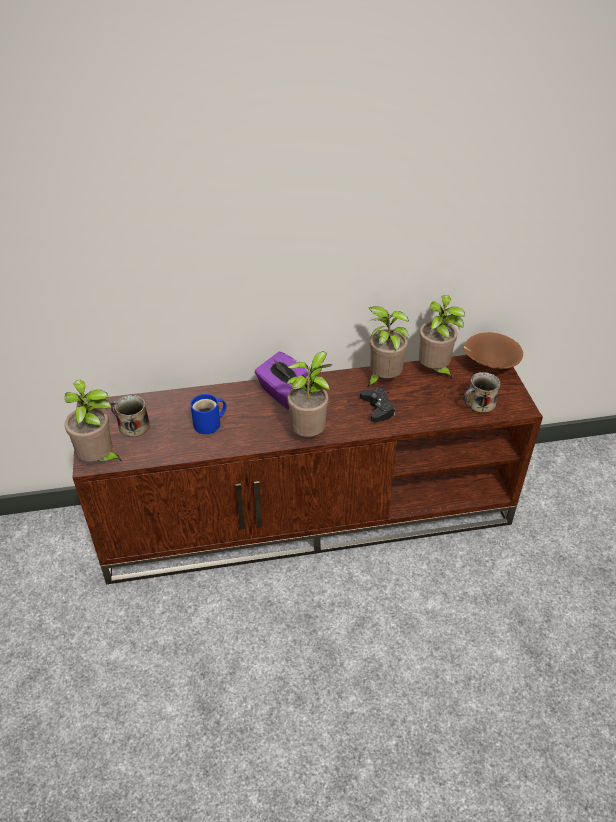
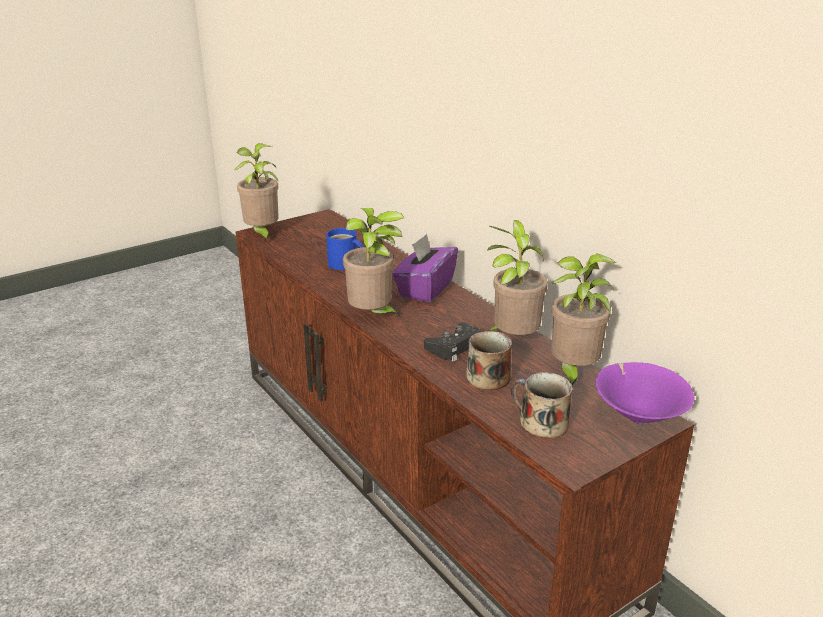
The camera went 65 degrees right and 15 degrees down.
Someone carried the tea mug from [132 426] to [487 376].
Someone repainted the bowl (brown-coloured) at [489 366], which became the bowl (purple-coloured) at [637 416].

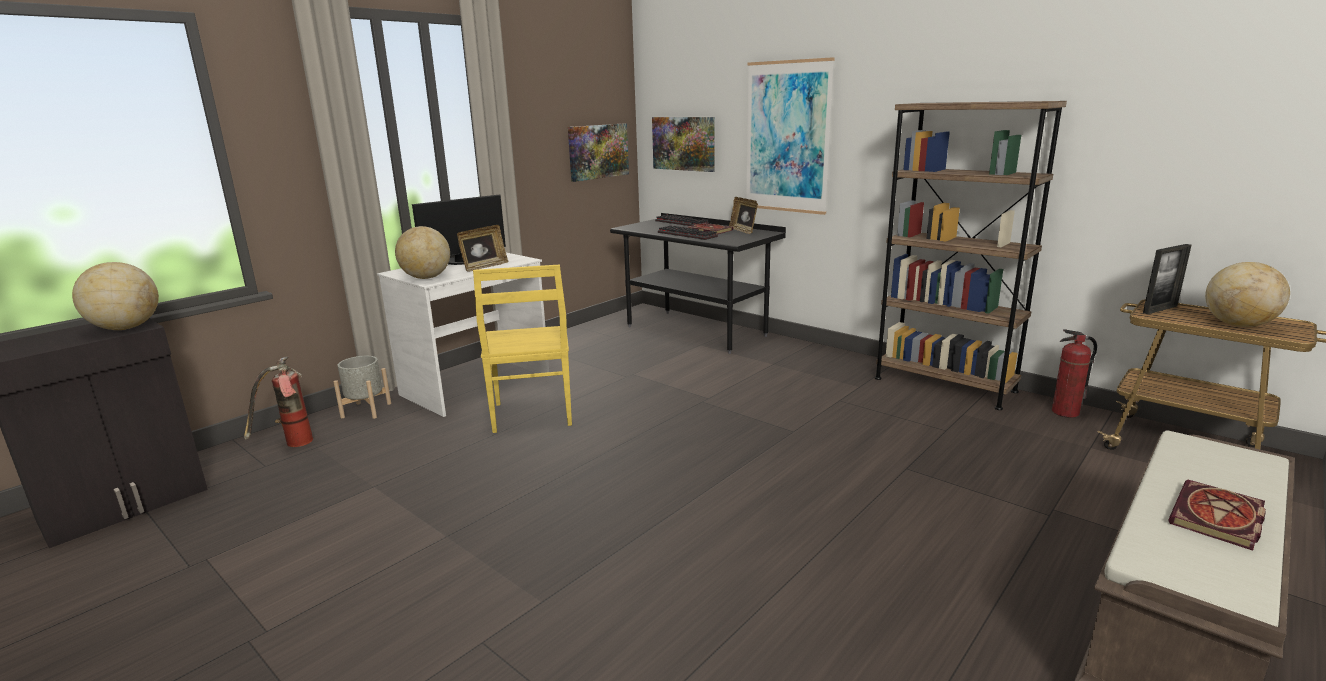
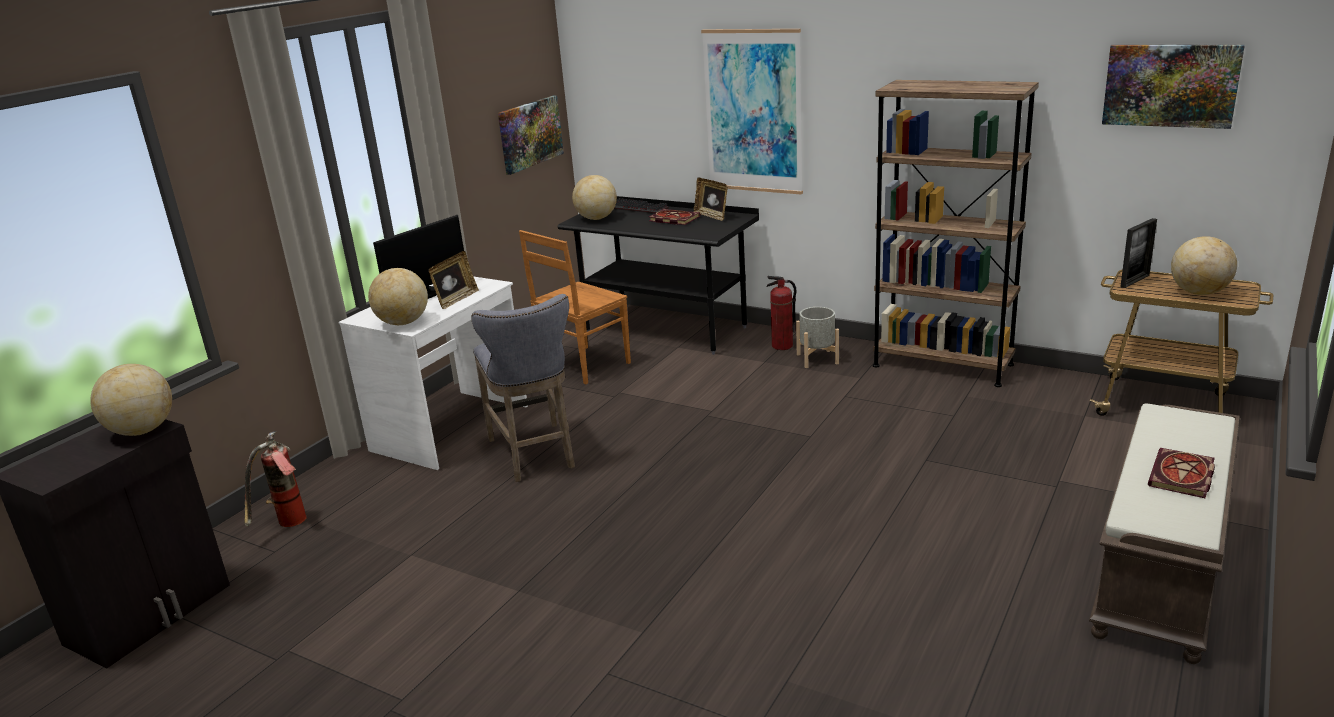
The camera went 10 degrees left and 5 degrees up.
Someone carried the planter (gray) from [366 410] to [817 359].
Someone swapped the plain chair (yellow-coloured) at [532 415] for the stool (gray) at [534 455].
Someone carried the wall picture from [684 143] to [1170 85].
Someone took away the PC keyboard at [688 234].
Someone carried the fire-fighting cylinder from [1065 412] to [782 346].
Someone put down the plain chair (brown-coloured) at [583 366].
Someone put down the globe at [596 218].

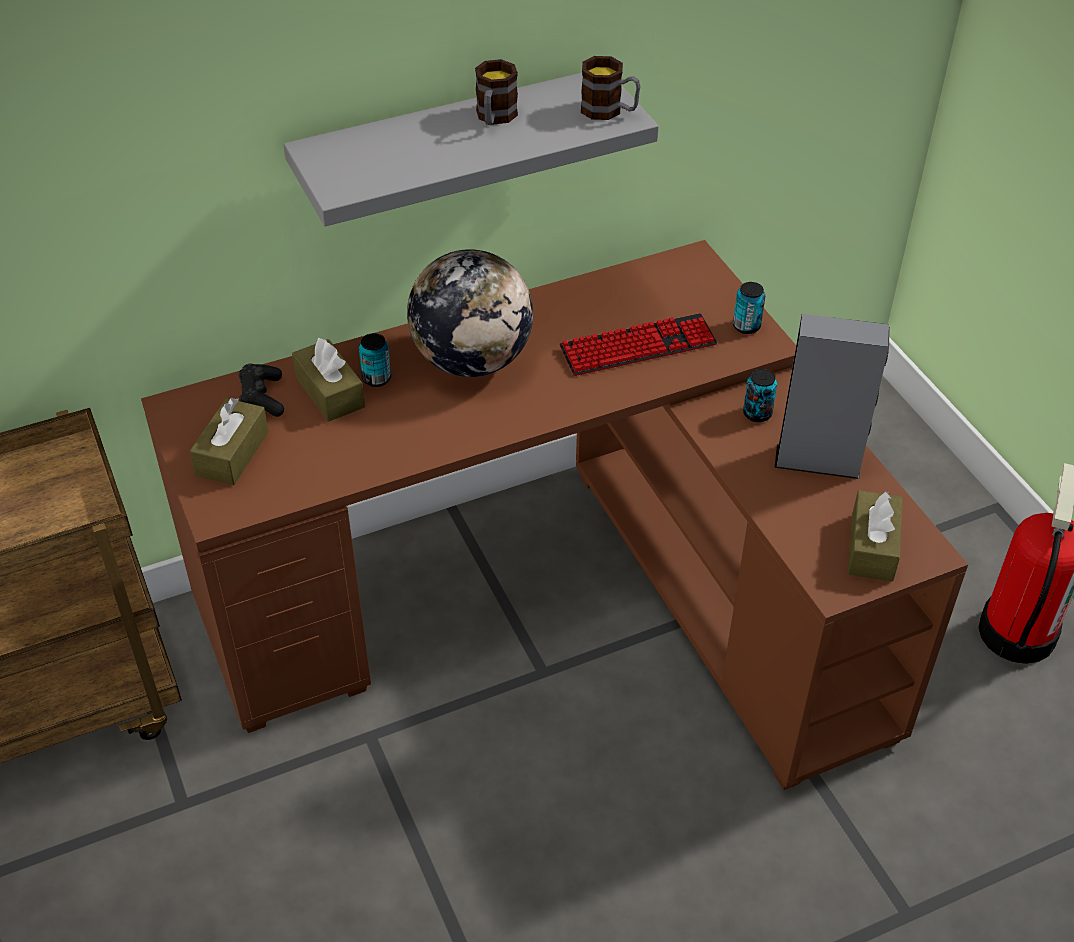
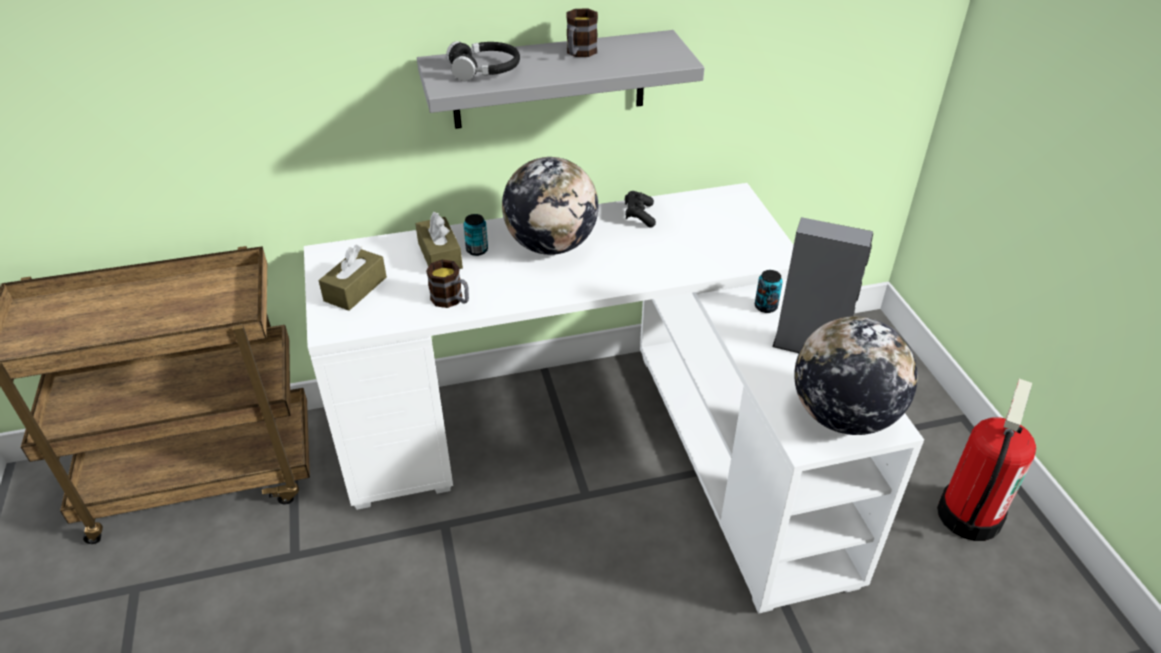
The camera went 10 degrees right and 5 degrees down.
Someone repainted the desk (brown-coloured) at [559 599], which became the desk (white) at [609 443].
Someone carried the gamepad (blackish) from [262 398] to [639 216].
Someone took away the PC keyboard at [638 347].
Someone carried the tea mug from [609 111] to [451 300].
Someone took away the metal can at [746 326].
Someone swapped the box of tissues (brown-coloured) at [872 547] for the globe at [843 416].
Someone put down the headset (blackish) at [485 70].

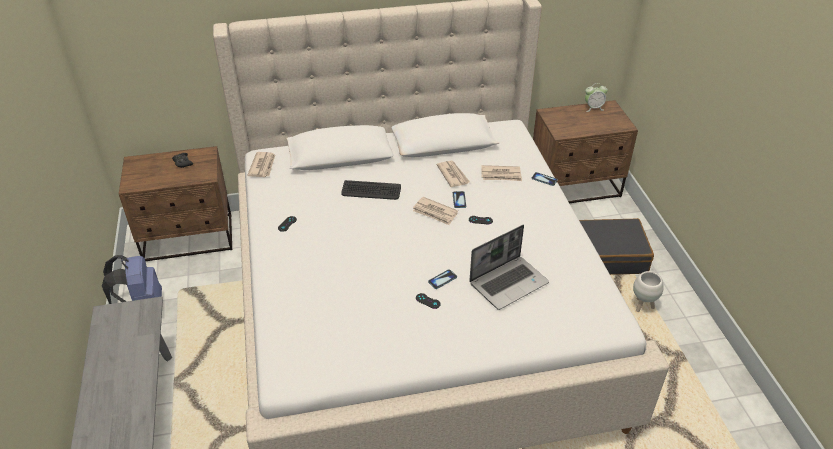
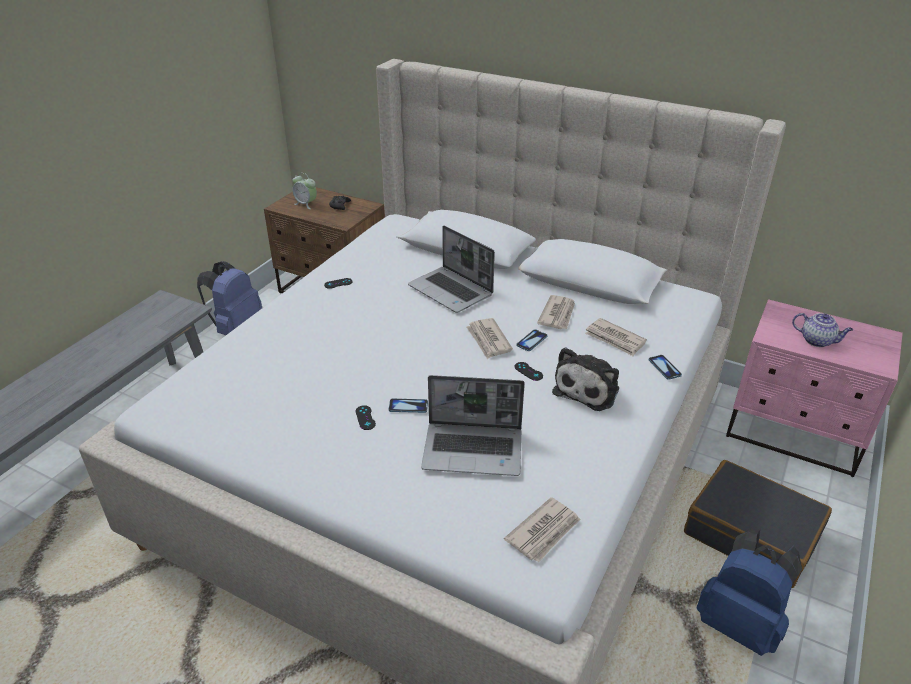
The camera went 40 degrees right and 5 degrees down.
Someone carried the daily paper from [263 166] to [544 532].
Someone swapped the PC keyboard at [371 191] for the notebook computer at [451 291].
Someone repainted the night table (brown-coloured) at [575 187], which became the night table (pinkish) at [794 434].
Someone carried the table clock from [593 108] to [306 204].
Someone swapped the planter (white) at [642 306] for the rucksack (blue-coloured) at [739 624].
Someone put down the plush toy at [588 389].
Someone put down the pot for tea at [817 341].

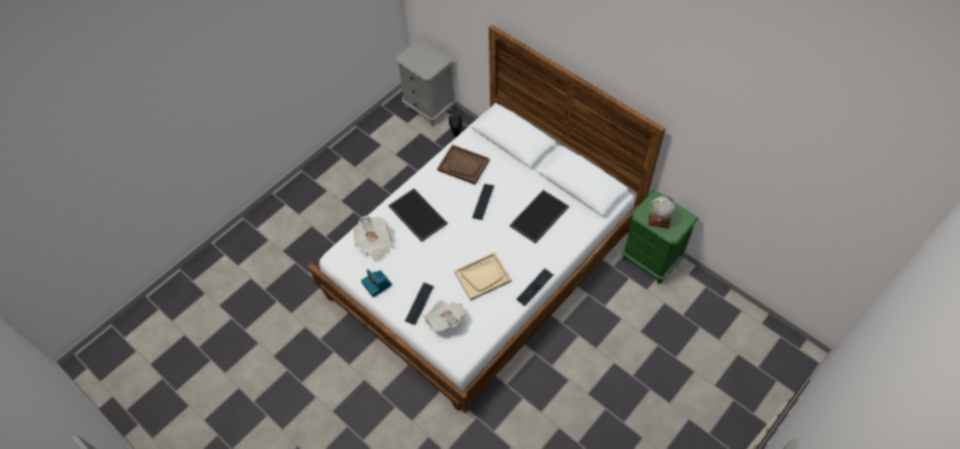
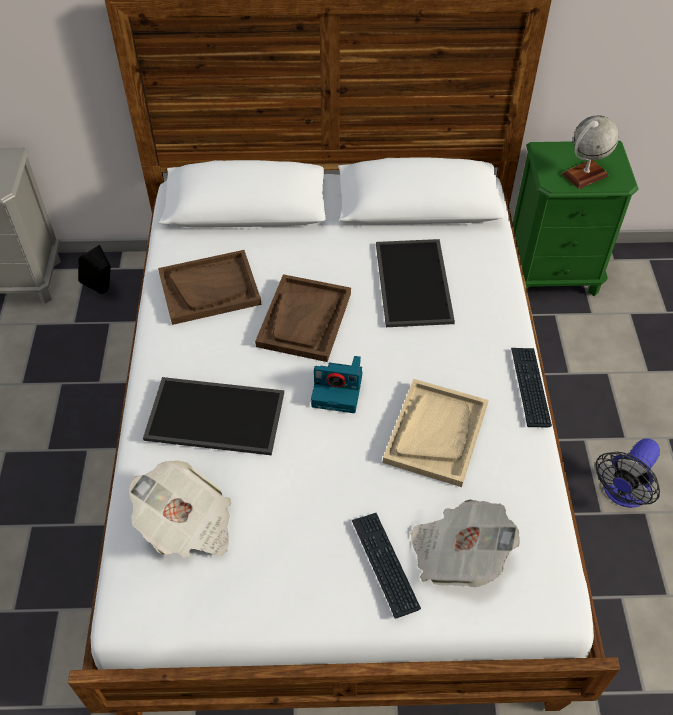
The camera went 45 degrees left and 5 degrees down.
Someone carried the still camera from [377 284] to [338 390].
Someone swapped the PC keyboard at [483 202] for the tray (brown-coloured) at [304 320].
Someone put down the fan at [622 493].

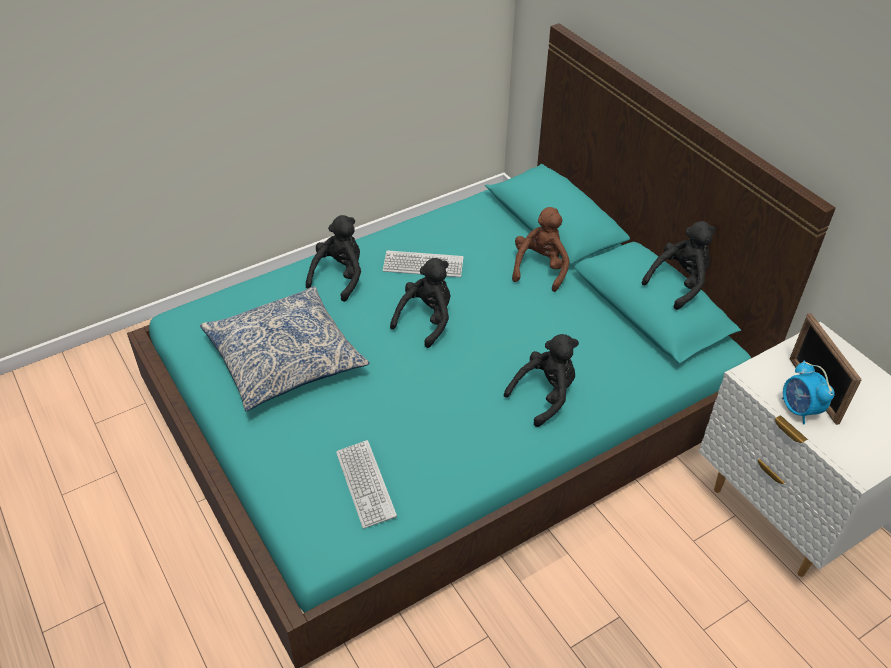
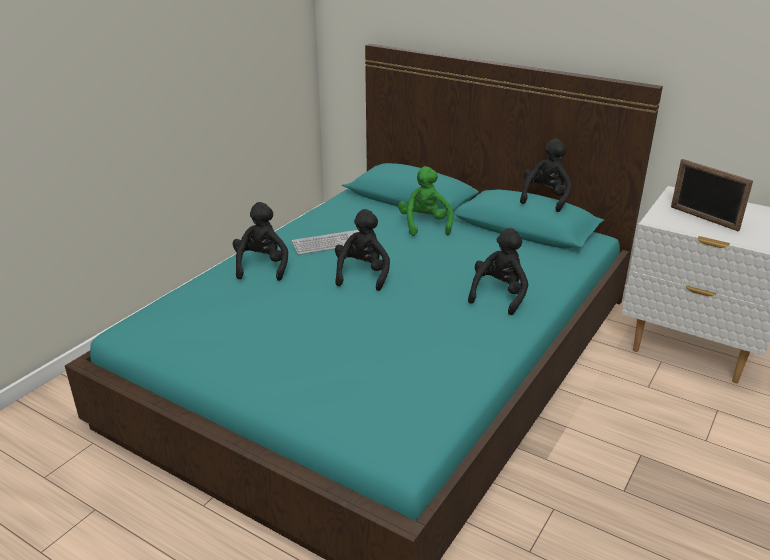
The camera went 25 degrees left and 15 degrees down.
Someone took away the cushion at [285 358].
Someone took away the PC keyboard at [365 484].
Someone repainted the plush toy (brown-coloured) at [540 268], which became the plush toy (green-coloured) at [425 225].
Someone took away the table clock at [799 410].

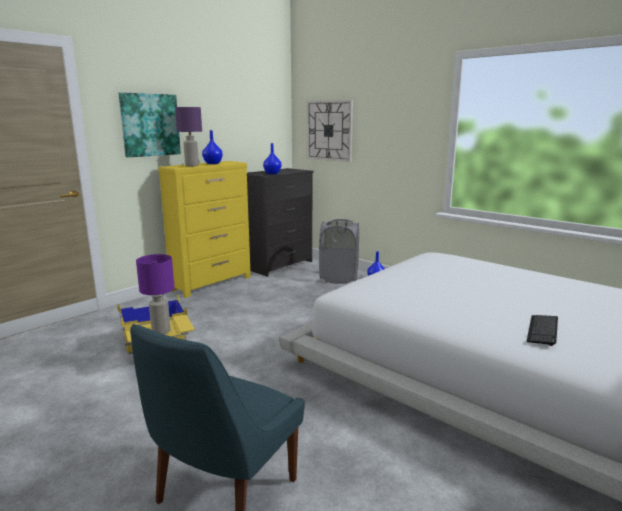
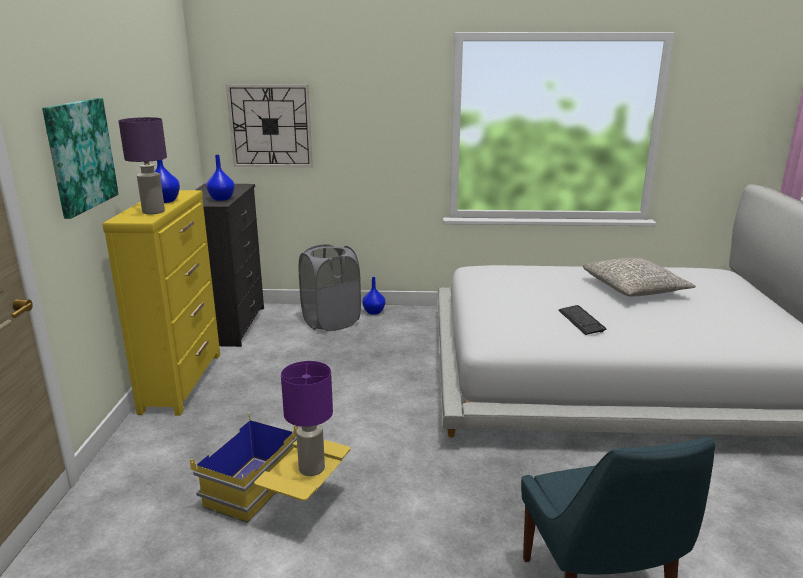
The camera went 40 degrees left and 5 degrees up.
Someone carried the PC keyboard from [542 330] to [581 321].
Someone put down the cushion (gray) at [634 289].

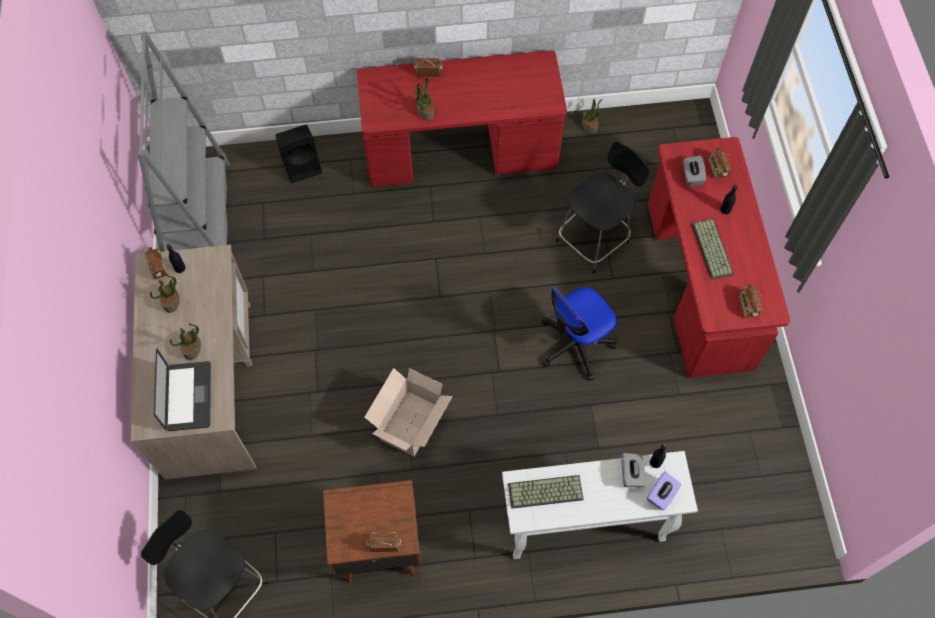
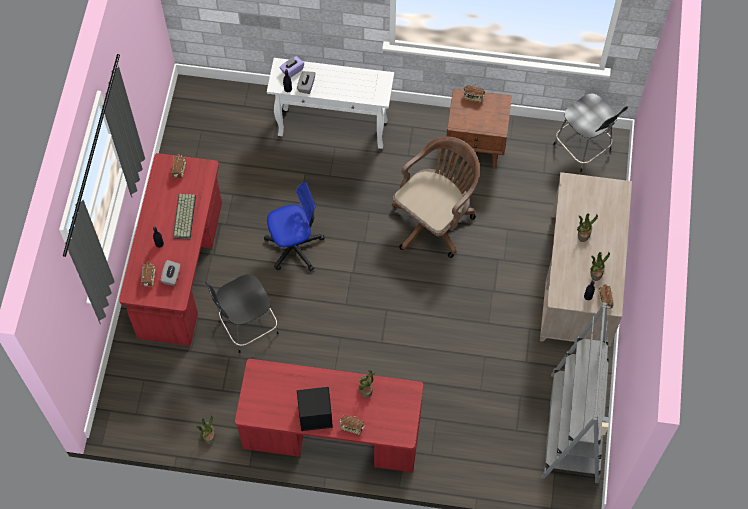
The camera went 165 degrees left and 0 degrees up.
Someone took away the notebook computer at [188 396].
Someone carried the audio speaker (blackish) from [302 165] to [314 415].
Someone swapped the cardboard box at [409 425] for the office chair (brown-coloured) at [435 219].
Someone took away the PC keyboard at [544 493].

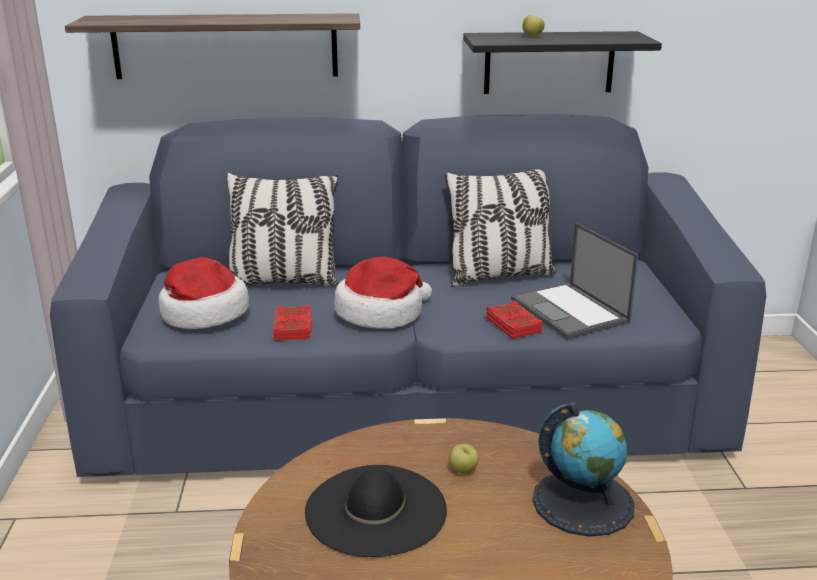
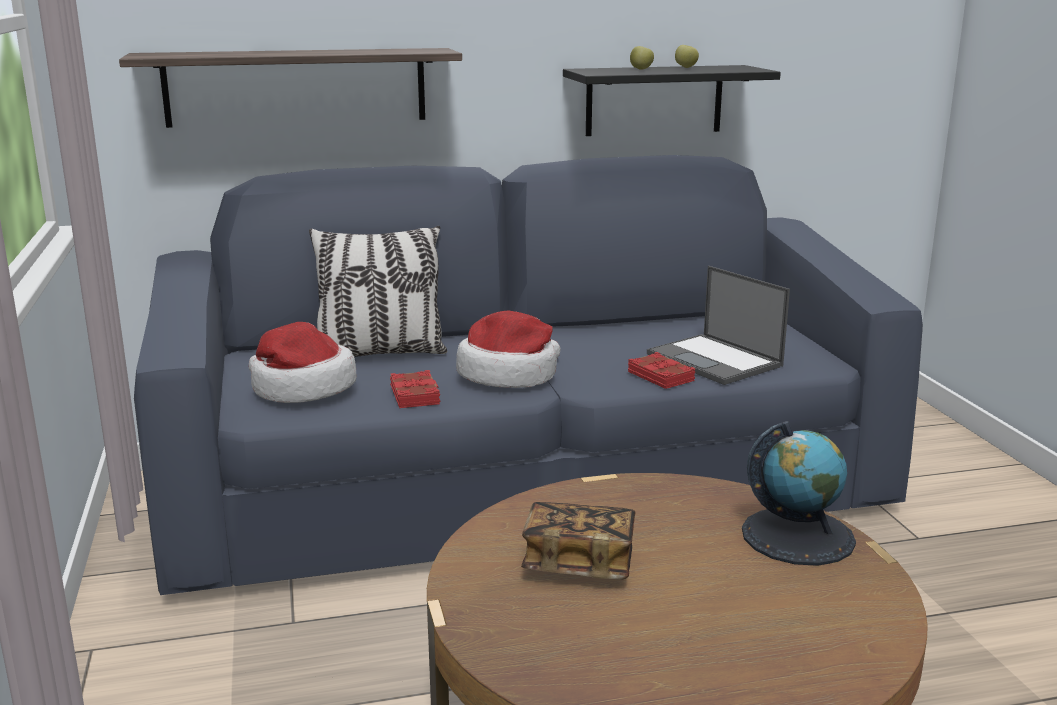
The camera went 10 degrees left and 5 degrees down.
Someone swapped the hat (blackish) at [376 510] for the volume at [579 563].
Someone took away the cushion at [499 276].
Someone carried the apple fruit from [463 470] to [686 68].

